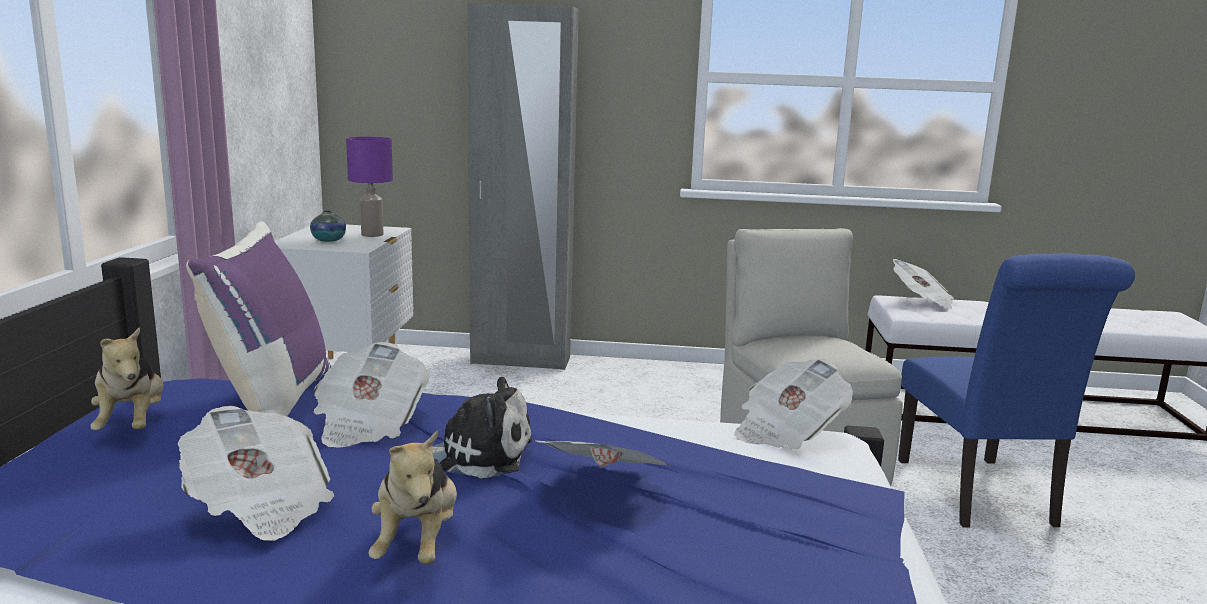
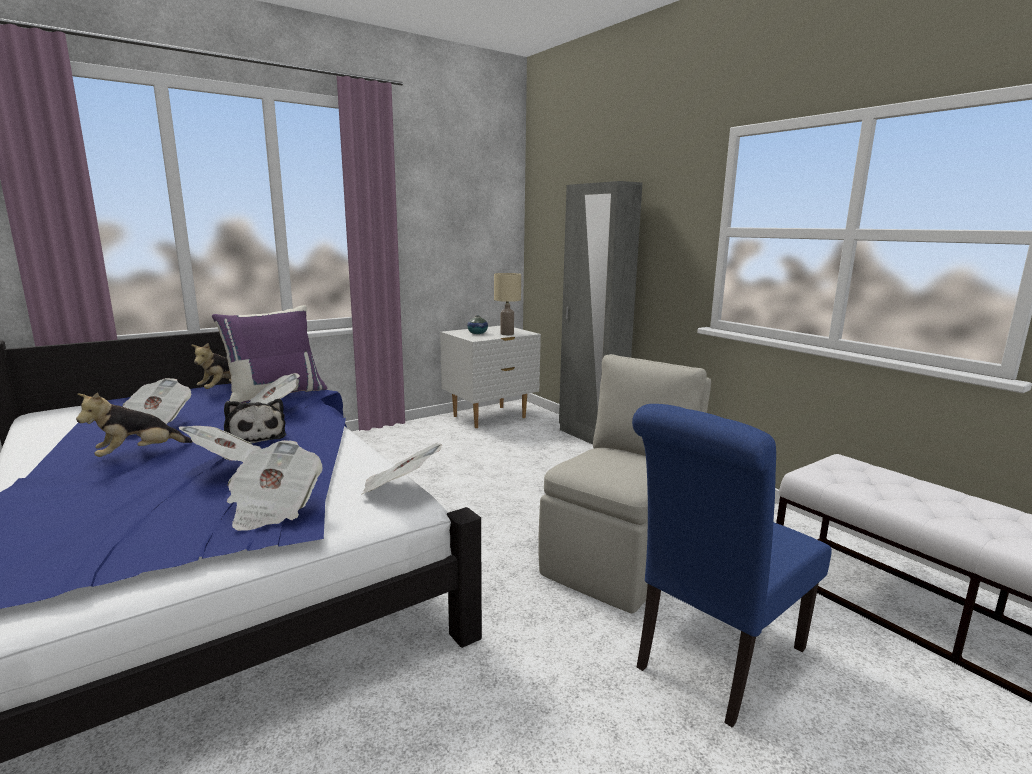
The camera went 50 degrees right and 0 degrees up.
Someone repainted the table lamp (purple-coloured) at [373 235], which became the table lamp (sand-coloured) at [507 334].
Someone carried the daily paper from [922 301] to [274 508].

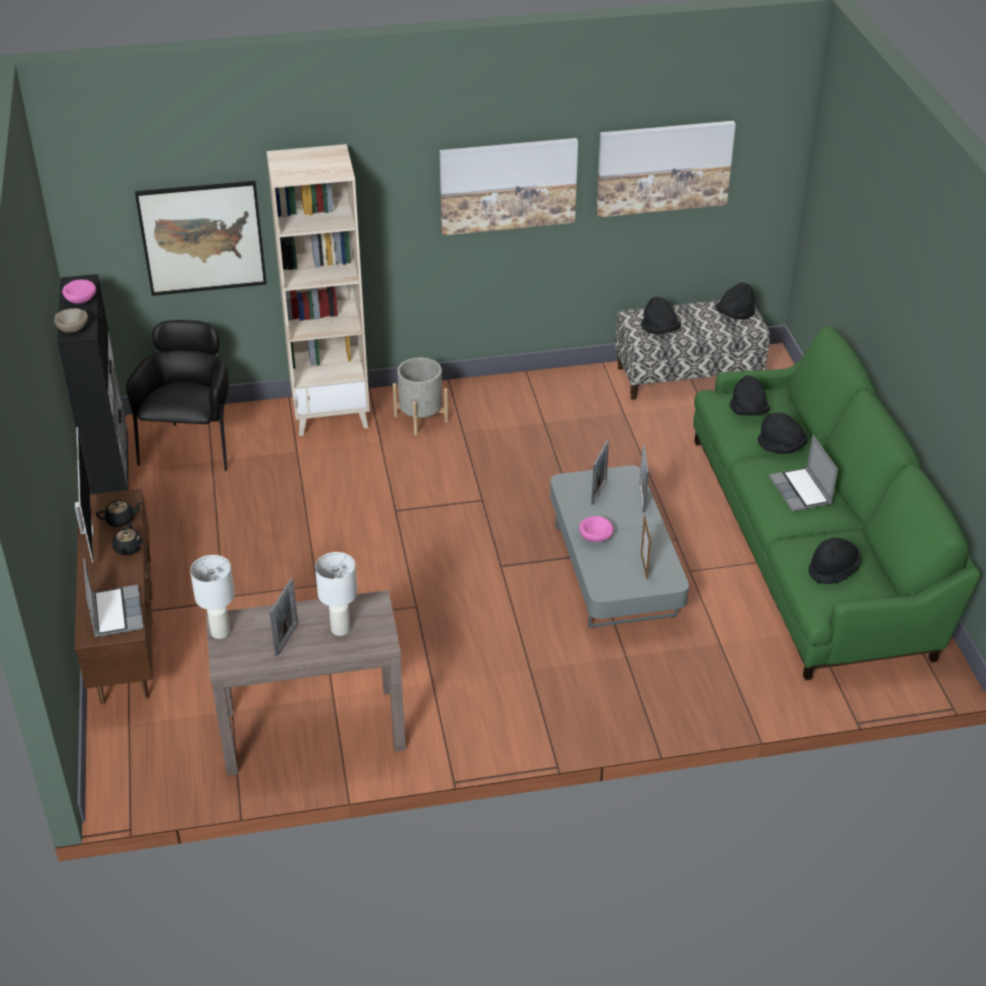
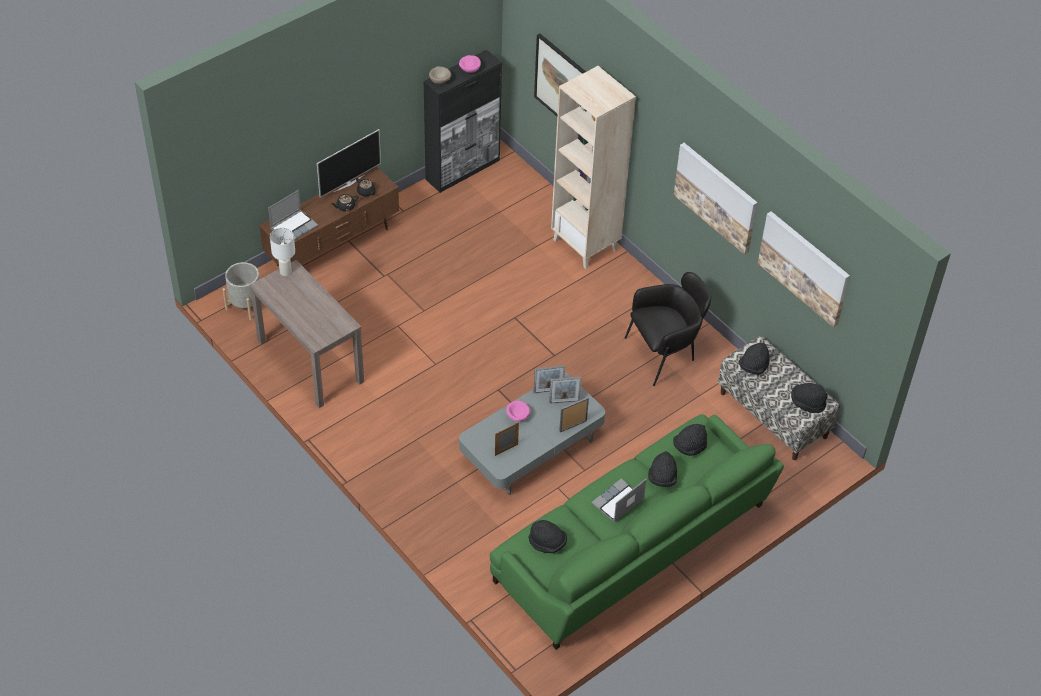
The camera went 60 degrees right and 10 degrees up.
Someone carried the lounge chair (blackish) from [191 444] to [665 353].
Someone carried the picture frame from [286 639] to [548 391].
Someone took away the table lamp (white) at [340 628].
Someone carried the planter (gray) from [421 418] to [246 305].

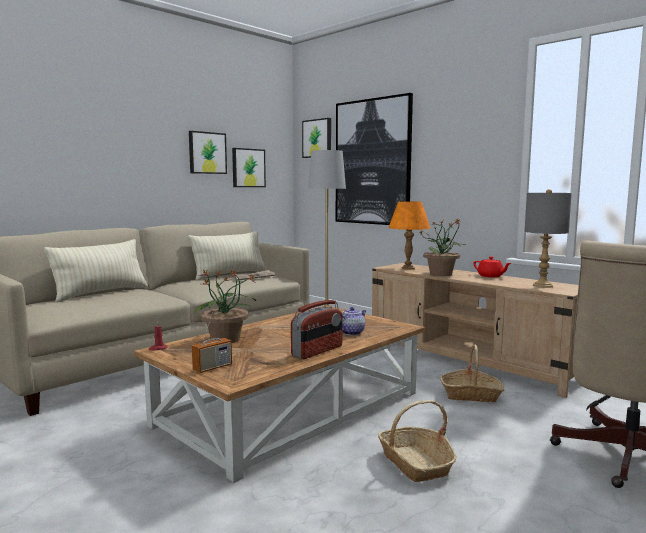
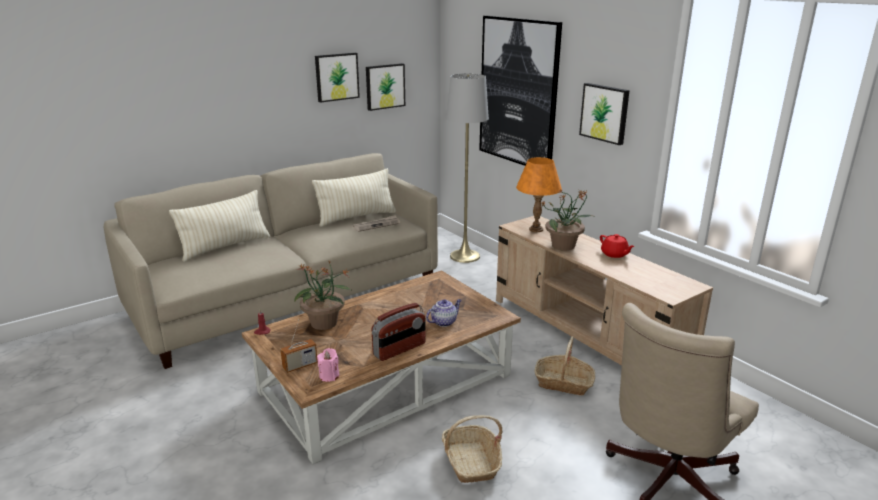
The camera went 10 degrees right and 15 degrees up.
Someone carried the wall picture from [317 138] to [605 113].
Someone took away the table lamp (gray) at [542 286].
Someone put down the wax candle (pinkish) at [329 376].

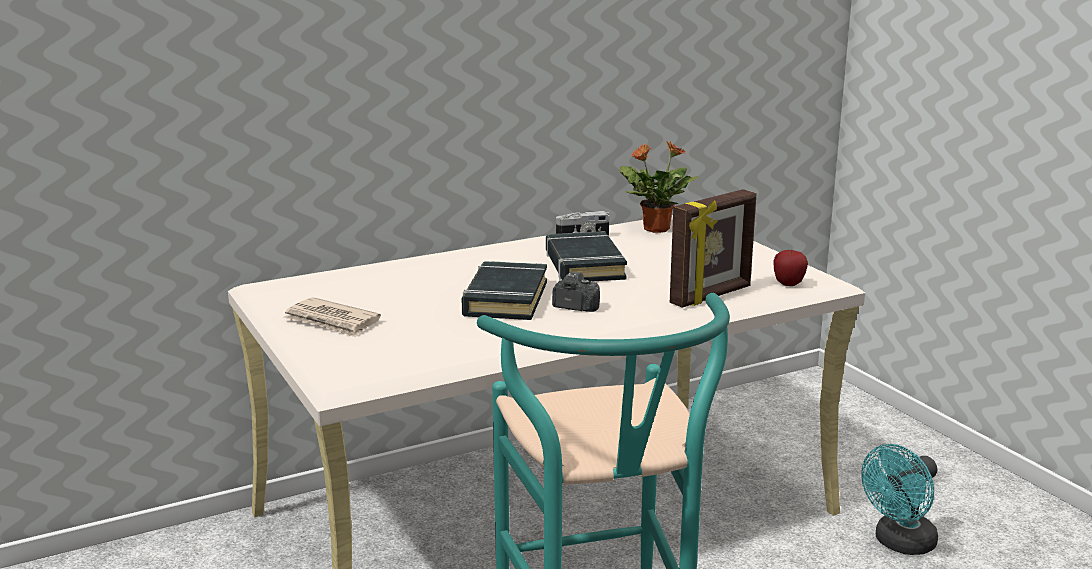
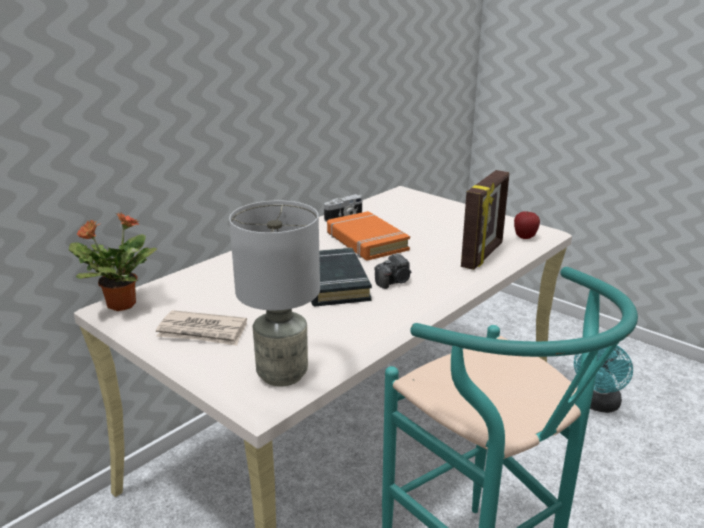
The camera went 20 degrees left and 5 degrees up.
Someone repainted the volume (blackish) at [584 265], which became the volume (orange) at [366 242].
Someone rotated the still camera at [575 307] by 150 degrees clockwise.
Someone carried the plant in a pot from [655 229] to [120 304].
Someone put down the table lamp (gray) at [283 374].

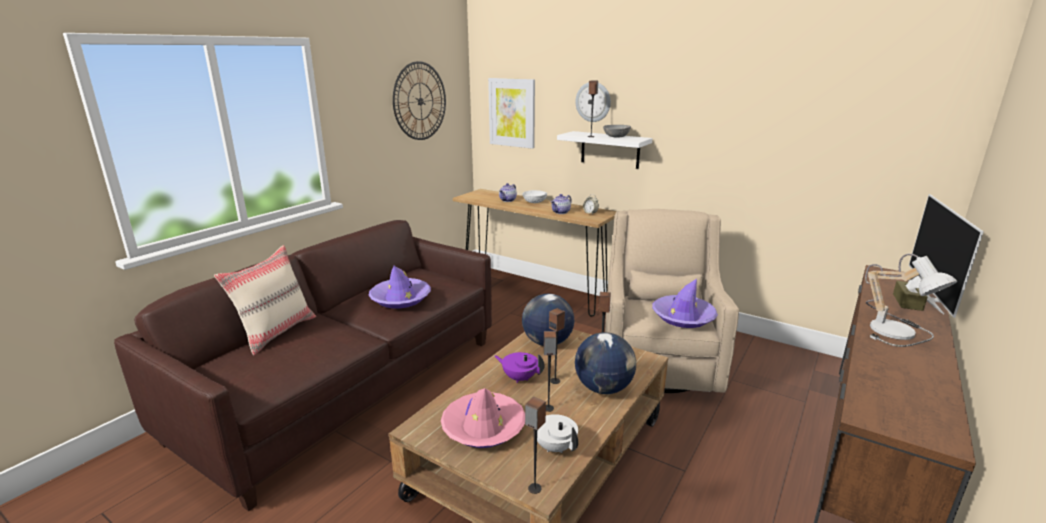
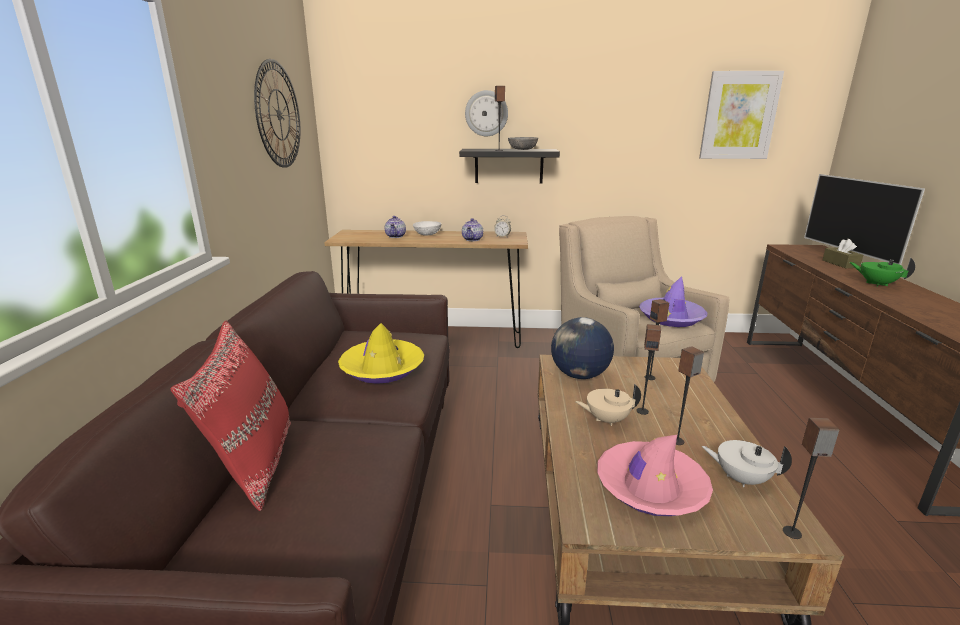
The camera went 30 degrees left and 0 degrees up.
Someone repainted the cushion (sand-coloured) at [276 332], which became the cushion (reddish) at [253 464].
Someone repainted the hat (purple-coloured) at [400 298], which became the hat (yellow-coloured) at [382 368].
Someone carried the wall picture from [512 112] to [739 116].
Someone repainted the pot for tea (purple-coloured) at [519 378], which became the pot for tea (sand-coloured) at [606 420].
Someone repainted the shelf (white) at [610 149], which became the shelf (blackish) at [509 166].
Someone took away the globe at [604 388].
Someone swapped the table lamp at [897 330] for the pot for tea (green-coloured) at [876 284].

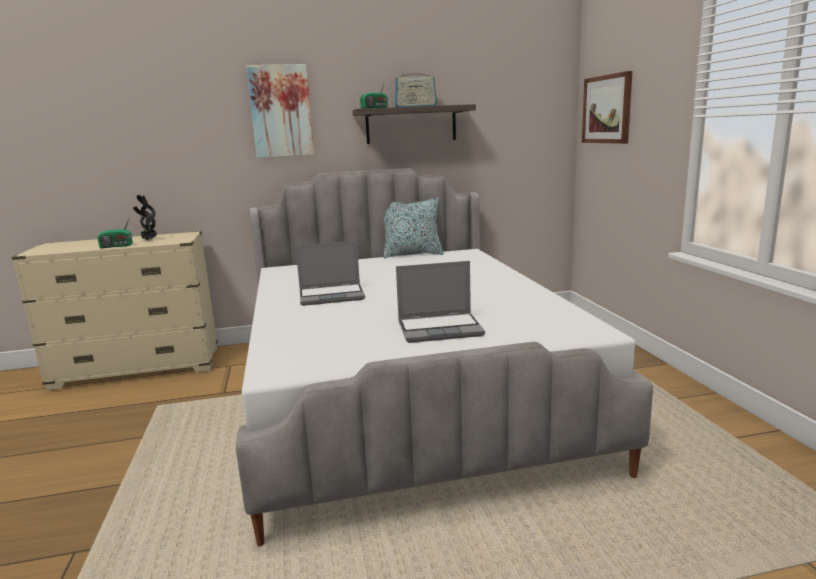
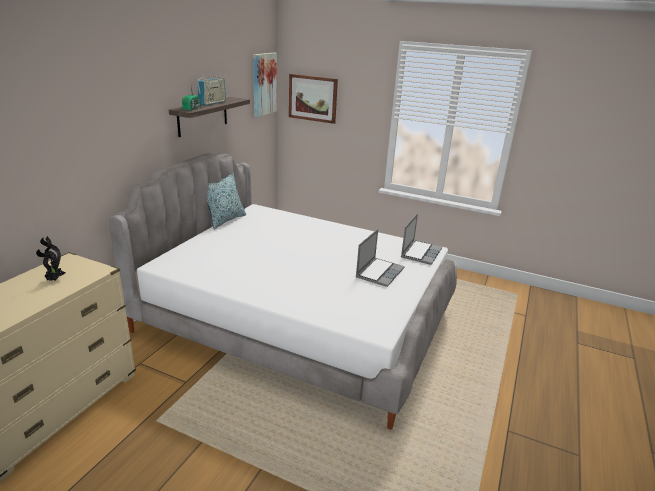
The camera went 55 degrees left and 10 degrees up.
Someone took away the radio at [117 246].
Someone carried the wall picture from [281 111] to [264 84].
Someone carried the notebook computer from [332 296] to [420 253].

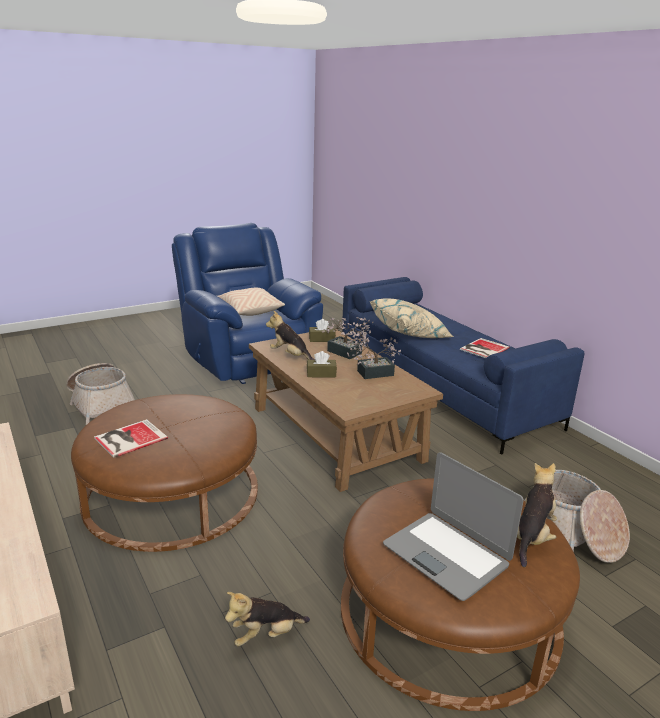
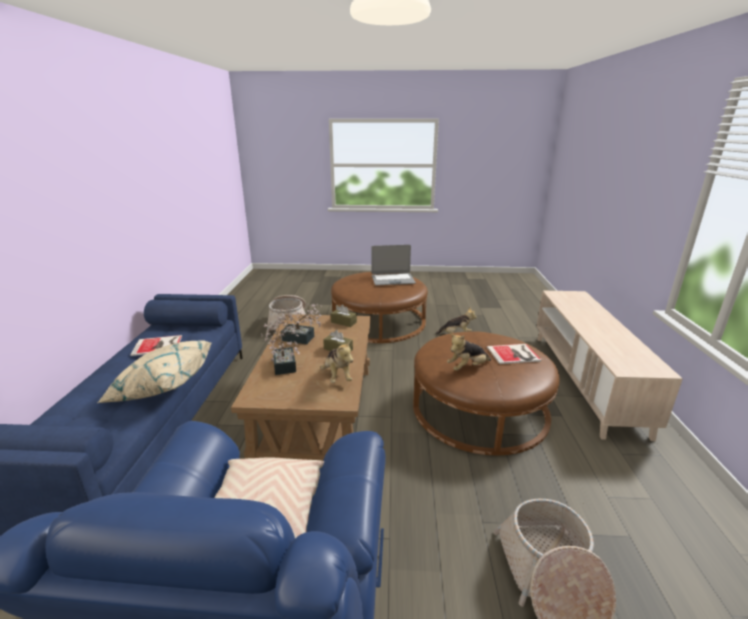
The camera went 145 degrees left and 0 degrees up.
Someone carried the box of tissues (brown-coloured) from [322 339] to [343 322].
Someone rotated the notebook computer at [446 555] by 90 degrees clockwise.
Someone carried the plush toy from [532 537] to [467 368].

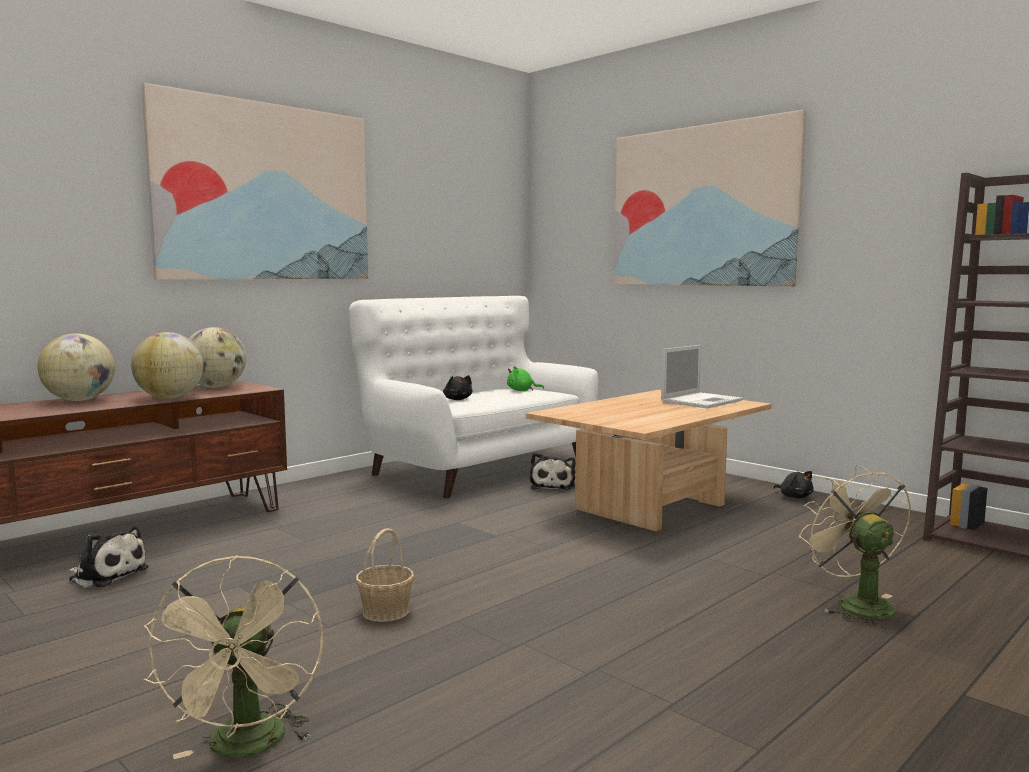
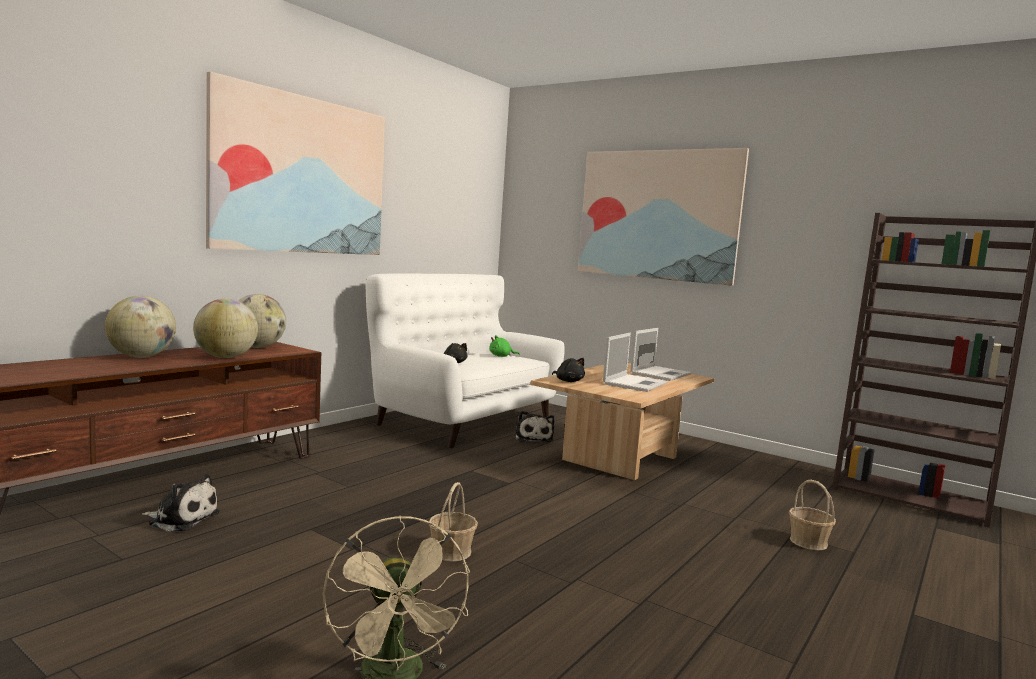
The camera went 10 degrees left and 0 degrees up.
Someone carried the plush toy (blackish) from [794 496] to [568 381].
Someone swapped the fan (sand-coloured) at [855 604] for the basket at [808 542].
Someone put down the notebook computer at [635 383].

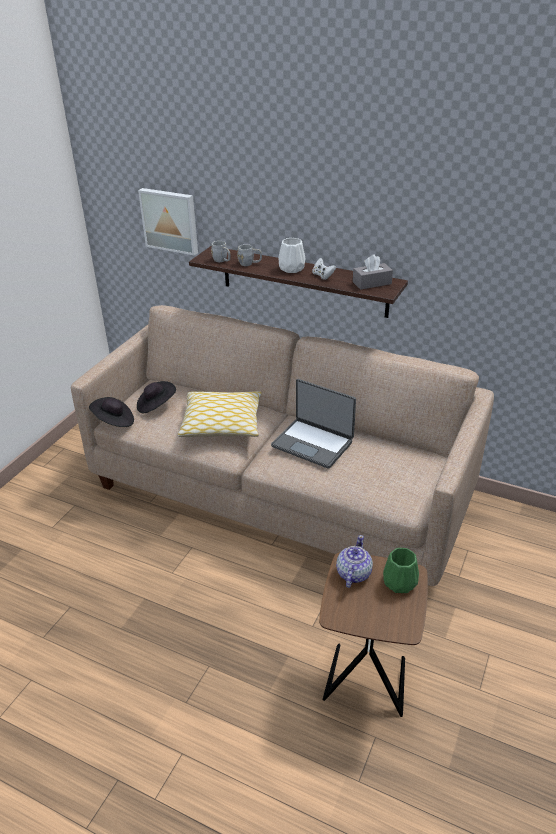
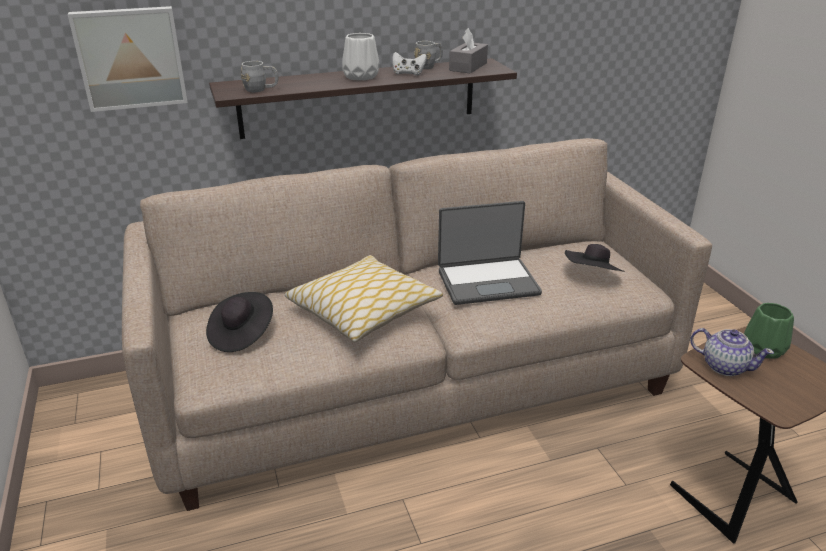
The camera went 45 degrees left and 5 degrees down.
Someone carried the hat (blackish) from [114 421] to [592 276].
Someone carried the tea mug (gray) from [250 263] to [429 66].
Someone rotated the pot for tea at [353 574] by 150 degrees clockwise.

